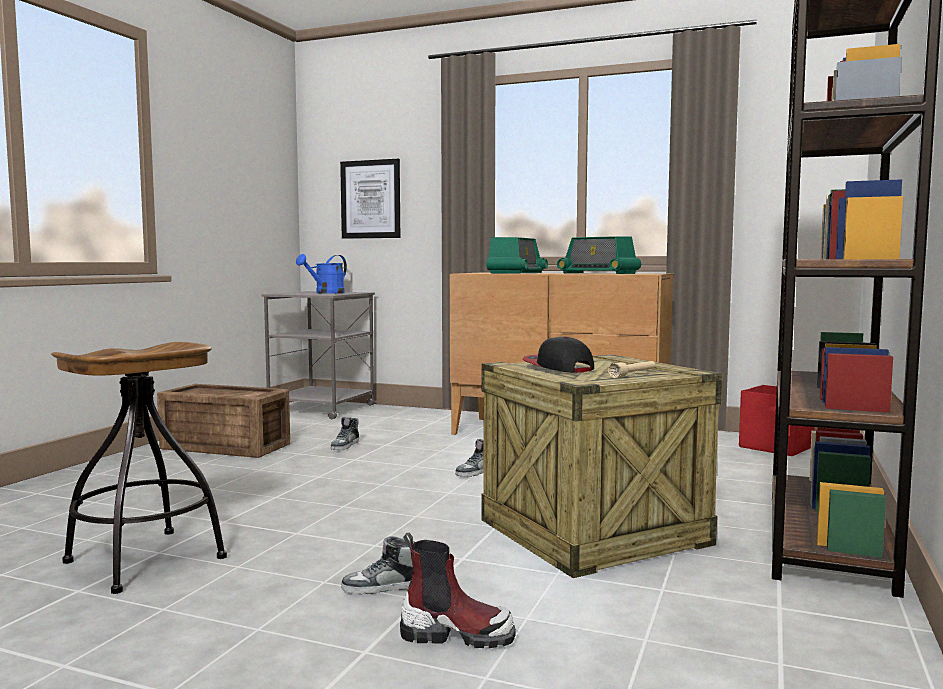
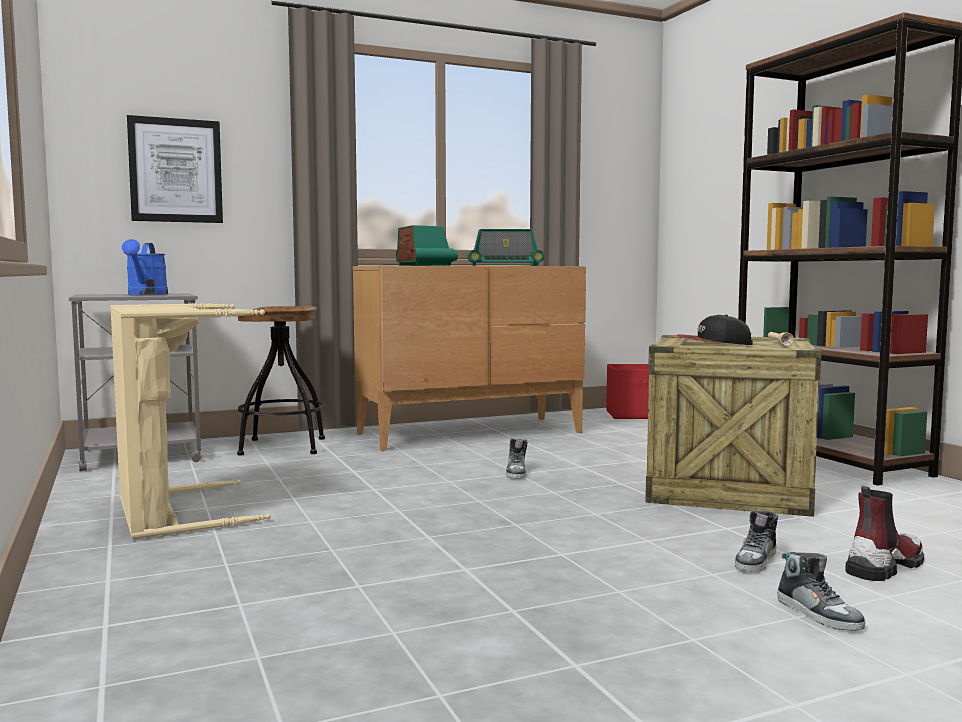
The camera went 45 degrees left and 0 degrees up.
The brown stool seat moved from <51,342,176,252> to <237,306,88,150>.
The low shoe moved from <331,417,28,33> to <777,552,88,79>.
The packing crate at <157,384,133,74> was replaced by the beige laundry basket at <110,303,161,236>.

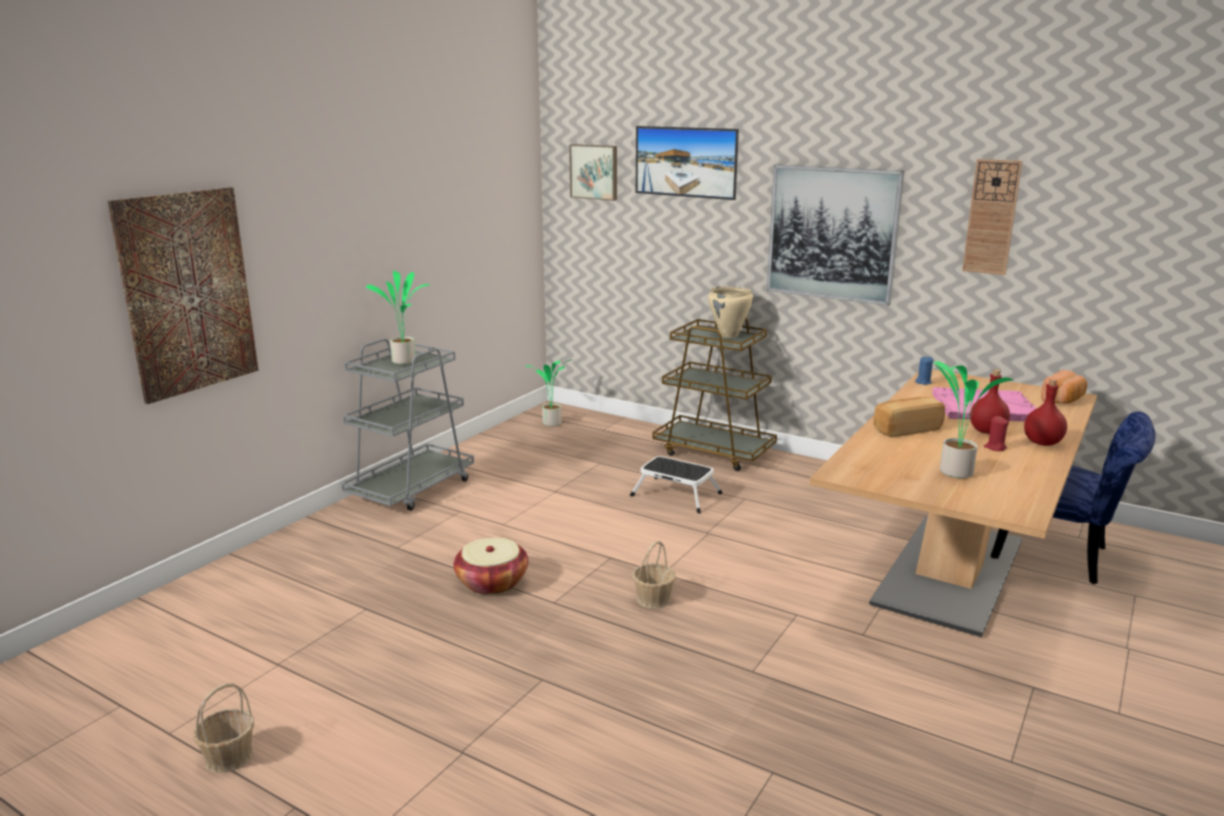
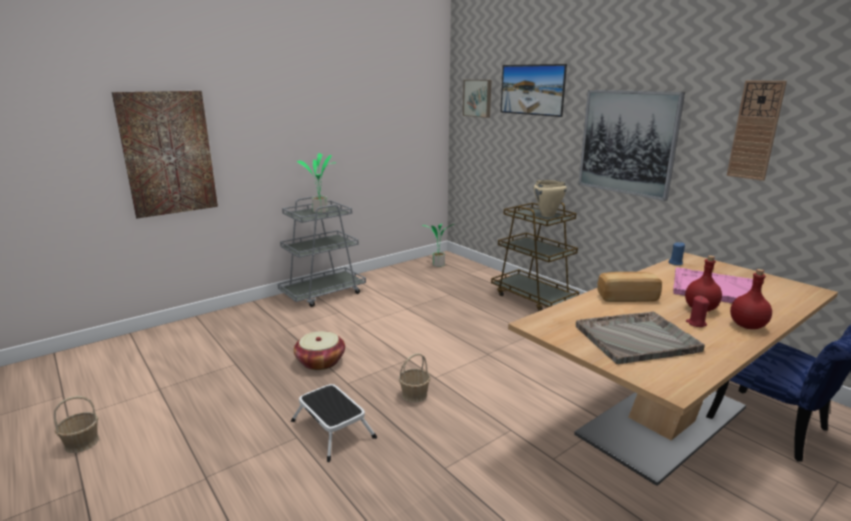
The camera went 20 degrees right and 0 degrees up.
The bread at <1041,370,46,34> disappeared.
The black-coloured stepladder moved from <630,456,93,58> to <291,384,86,78>.
The plant in a pot at <933,362,80,116> was replaced by the gray serving tray at <576,311,129,53>.

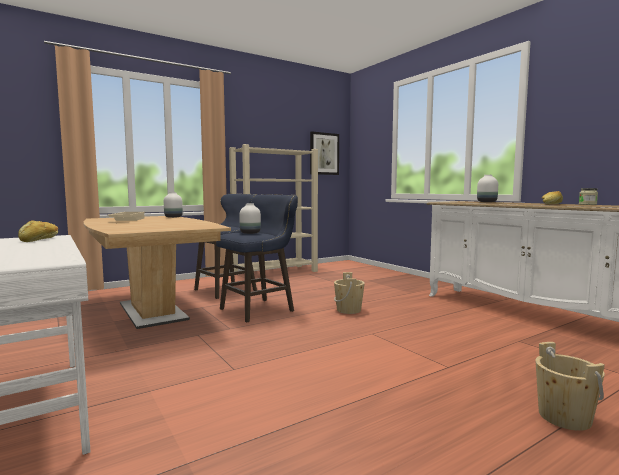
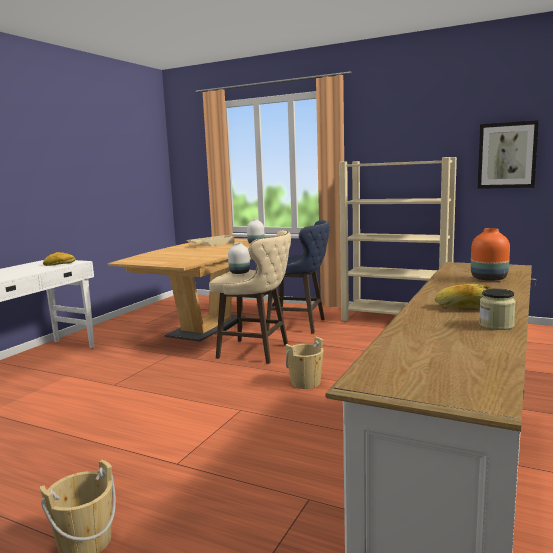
The camera went 60 degrees right and 5 degrees up.
The bluish stool seat at <216,194,82,128> became the beige stool seat at <209,230,82,134>.
The white-coloured decorative vase at <477,175,21,27> became the orange-coloured decorative vase at <471,228,39,53>.

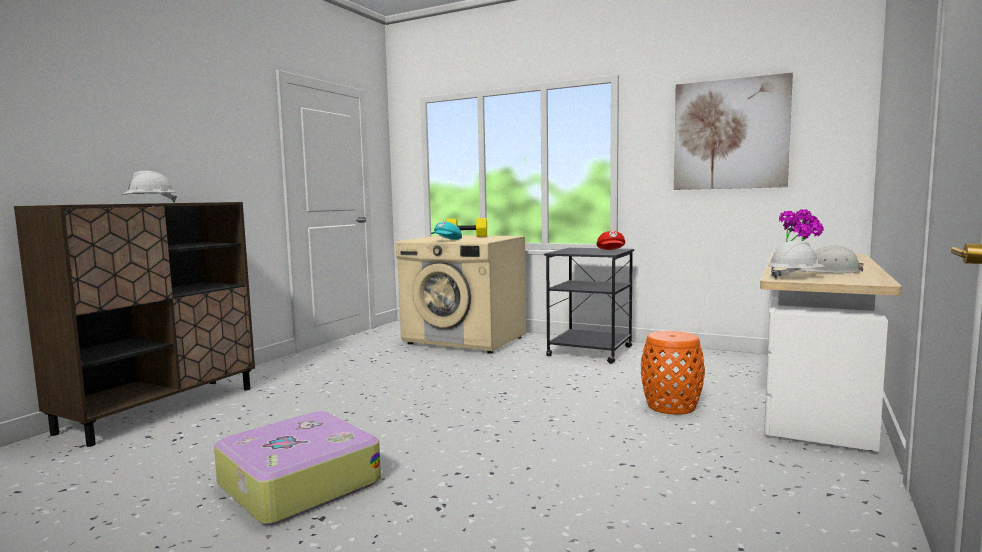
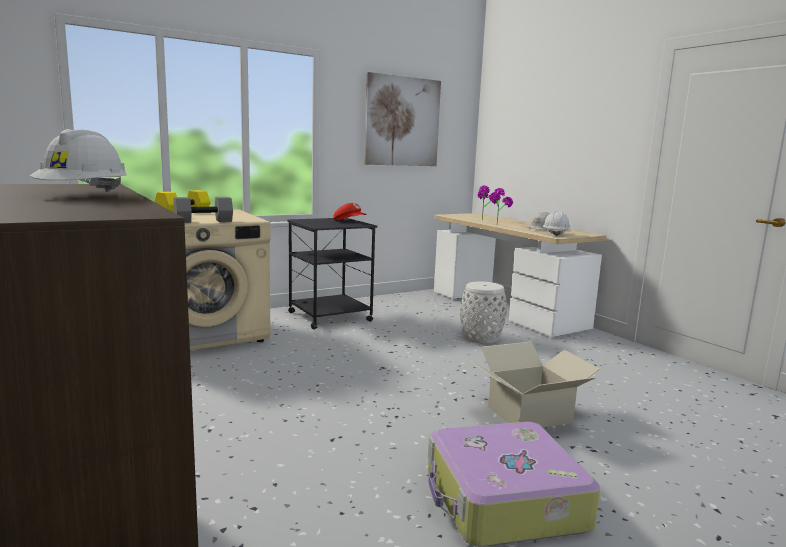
The camera went 60 degrees left and 5 degrees up.
The packing box at <470,342,130,86> appeared.
The turquoise peaked cap at <431,221,31,19> was replaced by the gray hand weight at <174,197,59,26>.
The orange-coloured stool seat at <641,331,64,84> became the white-coloured stool seat at <460,281,47,63>.

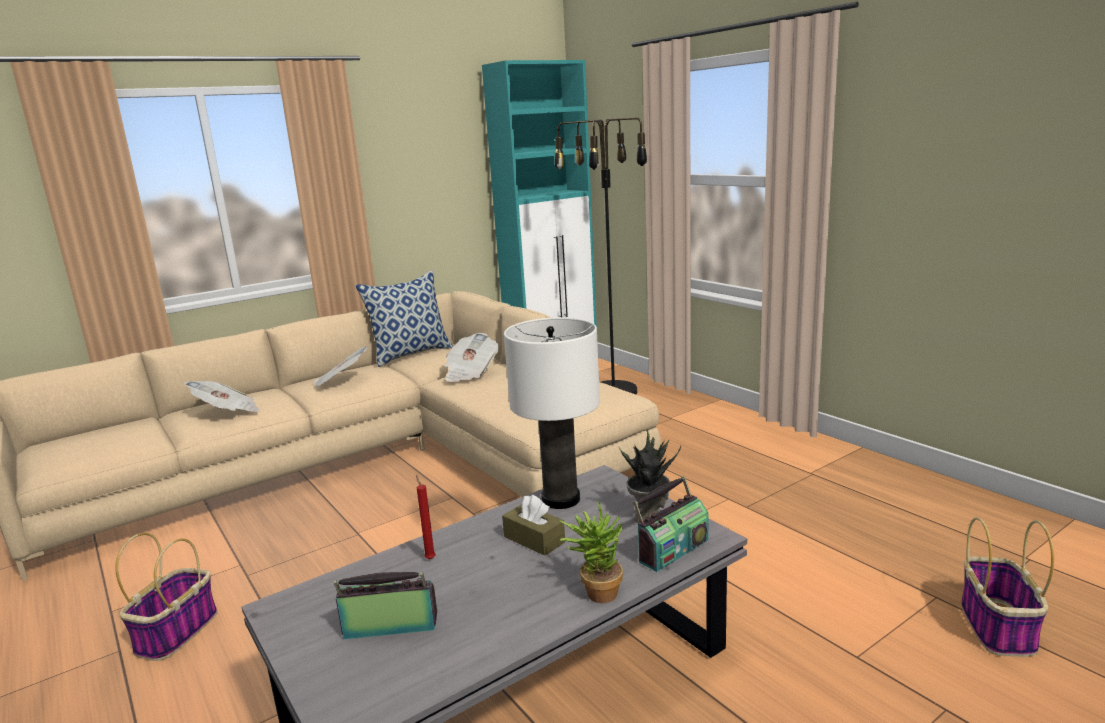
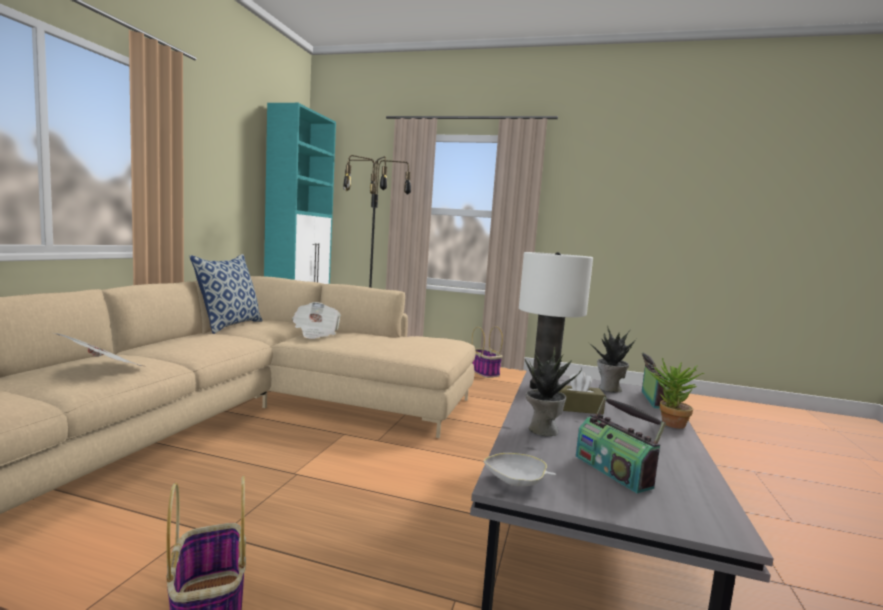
The camera went 40 degrees left and 10 degrees down.
The printed paper at <314,346,53,42> disappeared.
The white-coloured deep dish at <484,453,72,33> appeared.
The basket moved from <961,517,93,140> to <472,326,31,52>.
The red wax light at <416,475,20,85> was replaced by the plant in a pot at <525,347,57,89>.
The radio at <334,572,103,67> turned 75 degrees counterclockwise.

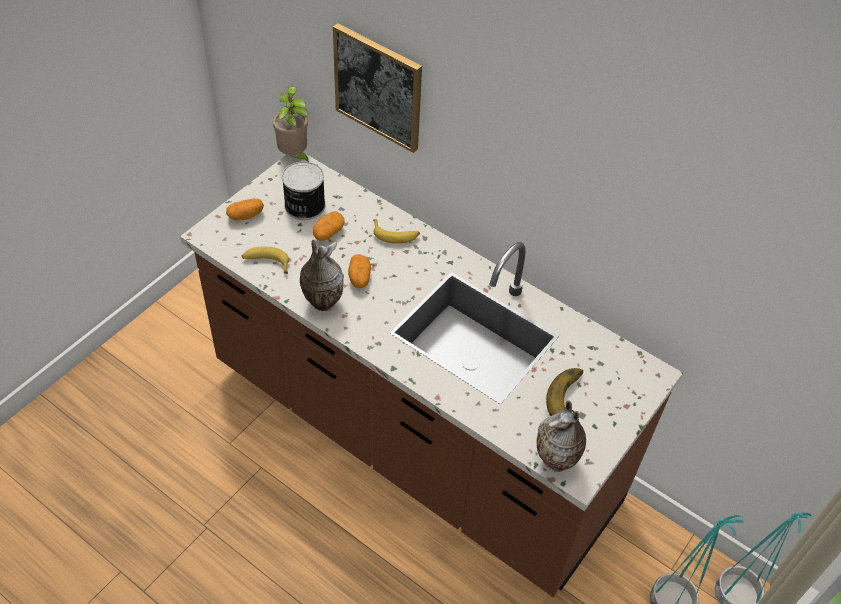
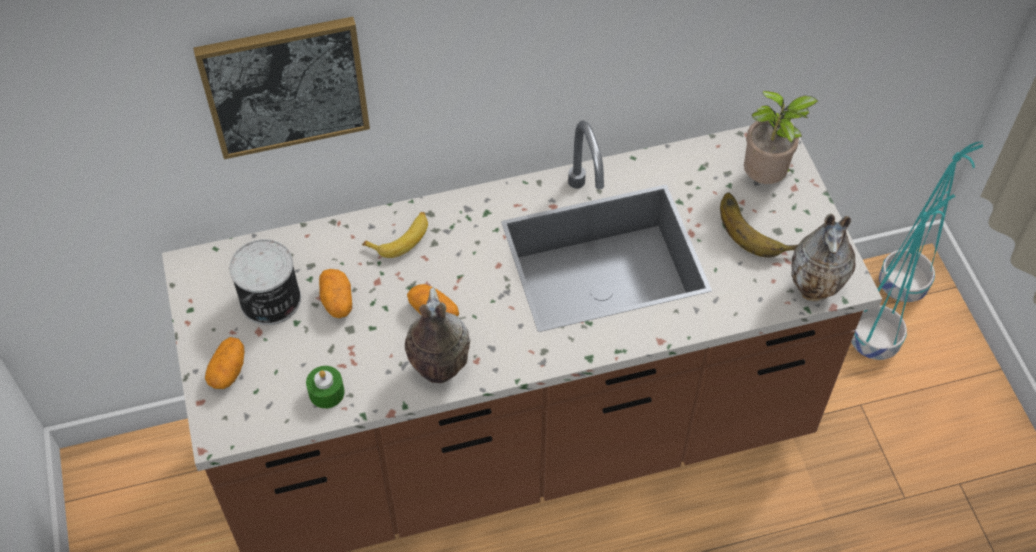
The camera went 50 degrees left and 5 degrees up.
The plant in a pot moved from <273,86,36,76> to <744,91,75,93>.
The banana at <242,247,47,27> was replaced by the green wax light at <306,366,39,43>.

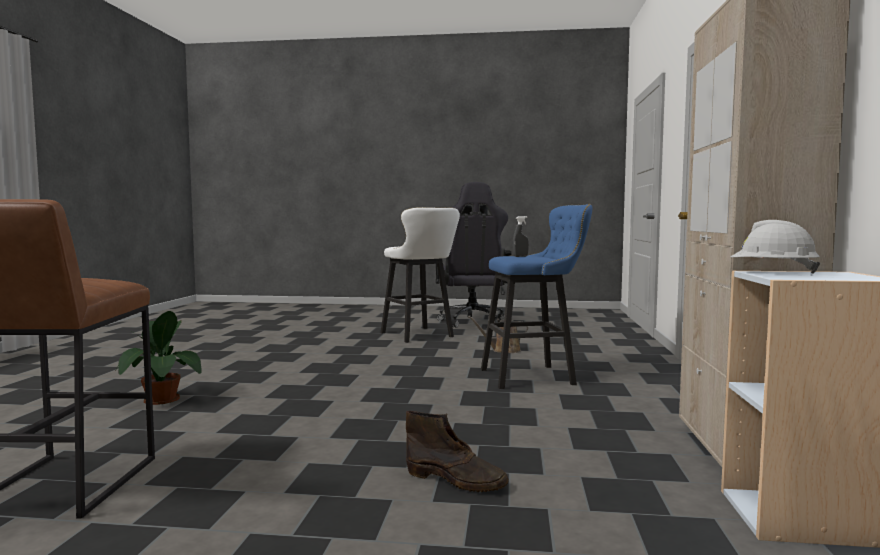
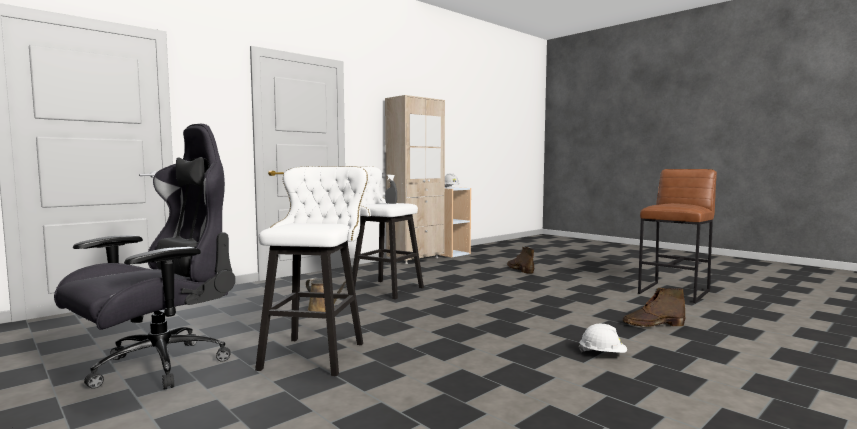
The camera went 140 degrees left and 0 degrees up.
The white-coloured safety helmet at <579,324,48,29> appeared.
The plant in a pot at <116,311,86,94> was replaced by the brown boot at <623,288,62,39>.
The bluish stool seat at <481,204,111,185> became the white-coloured stool seat at <344,166,80,133>.

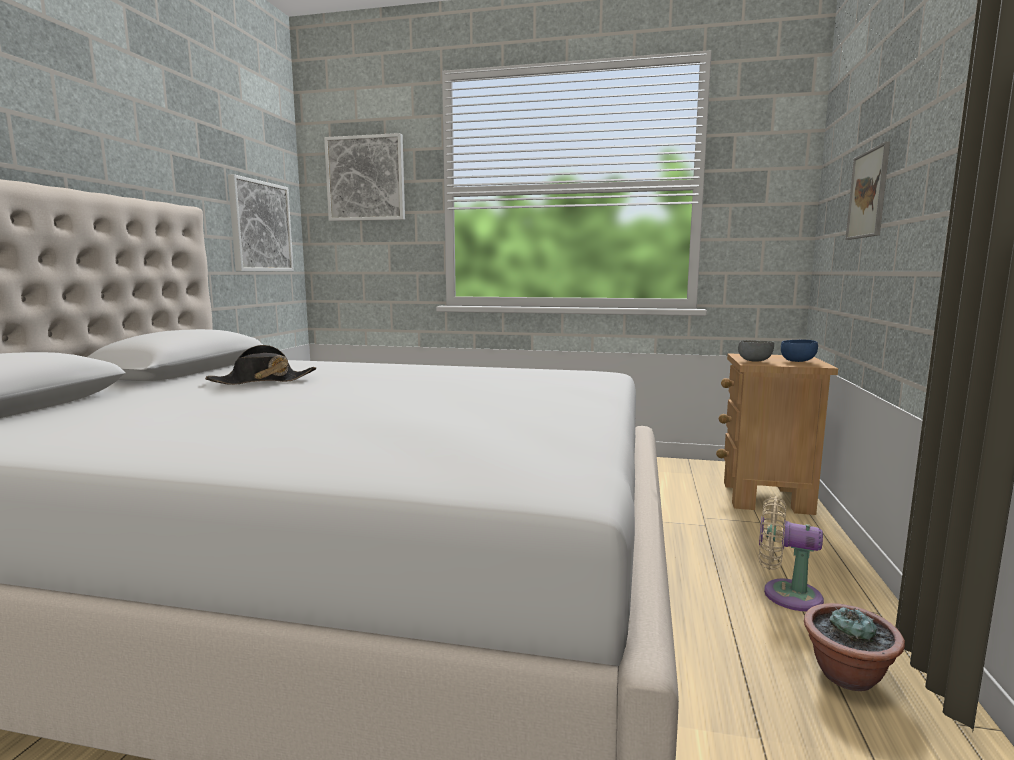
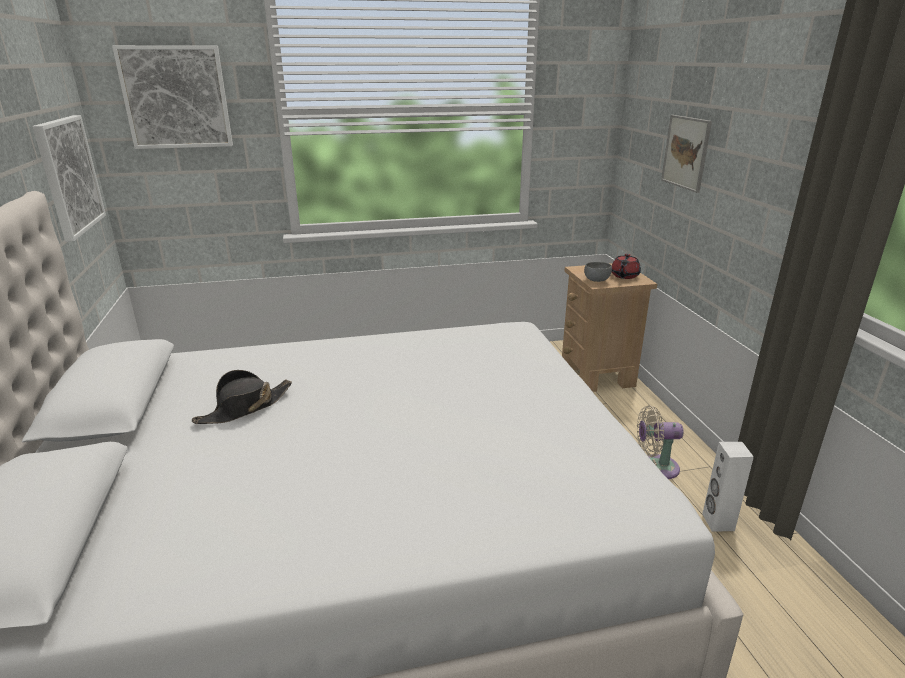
The camera went 25 degrees left and 15 degrees up.
The bluish deep dish at <781,340,37,22> was replaced by the red pot for tea at <612,254,29,25>.
The plant in a pot at <804,603,101,88> was replaced by the white-coloured audio speaker at <702,442,52,89>.

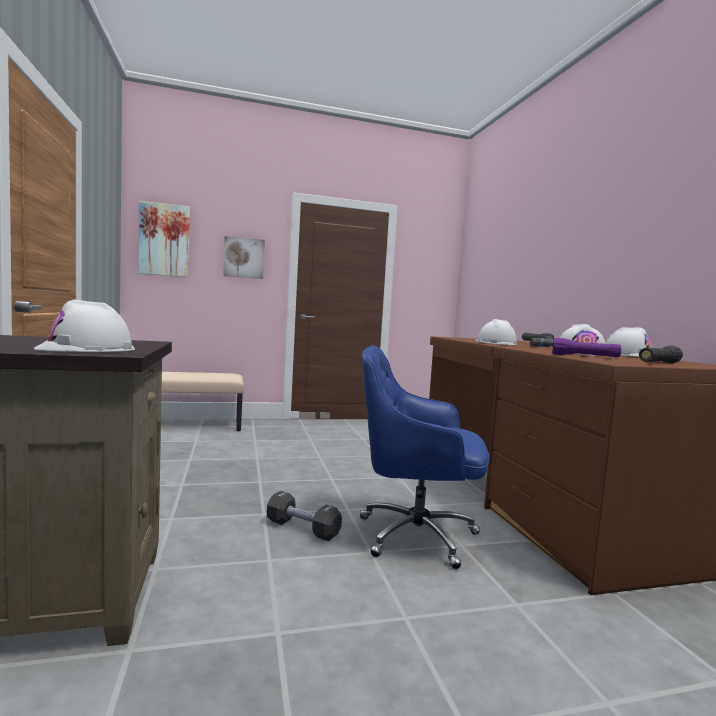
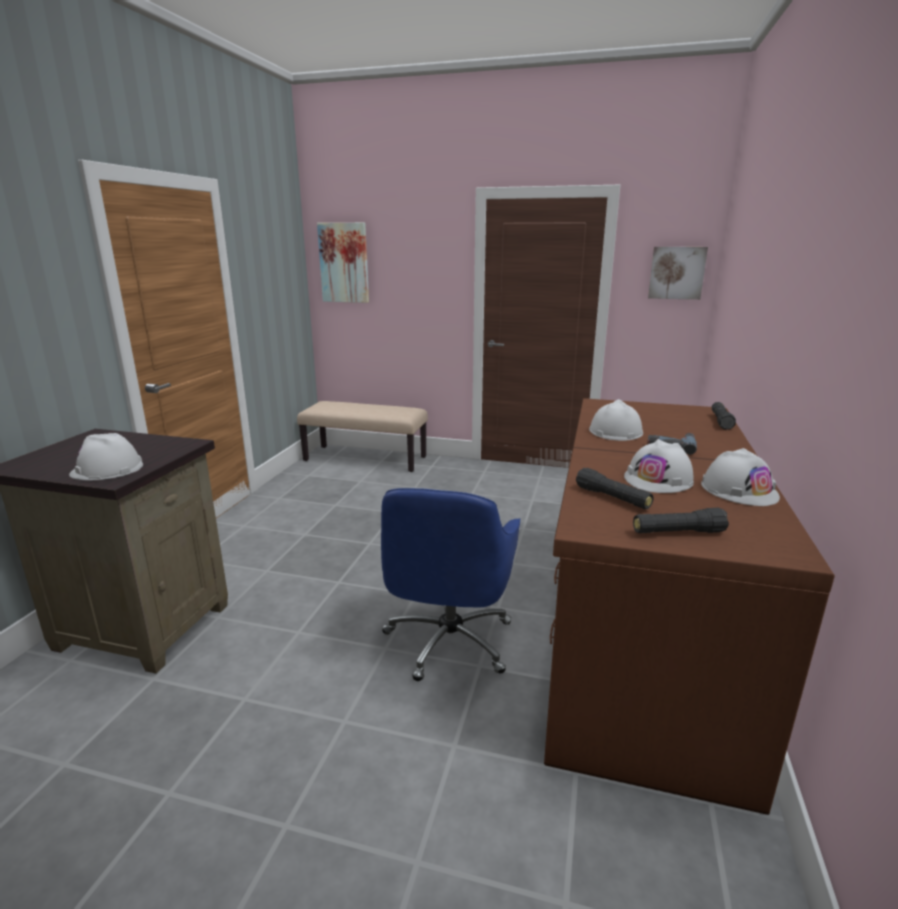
The camera went 30 degrees right and 15 degrees up.
The black-coloured hand weight at <267,491,75,50> disappeared.
The wall art moved from <223,236,42,43> to <648,247,60,53>.
The purplish torch at <552,338,69,19> became the black-coloured torch at <576,468,77,41>.
The bluish computer chair at <360,345,129,224> turned 120 degrees counterclockwise.

